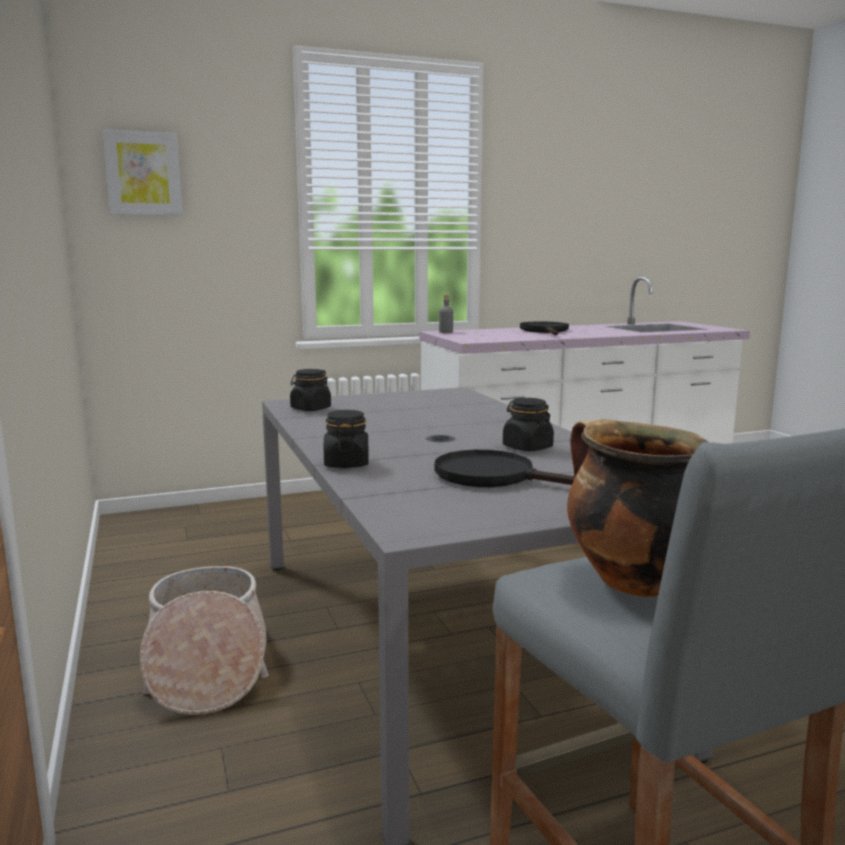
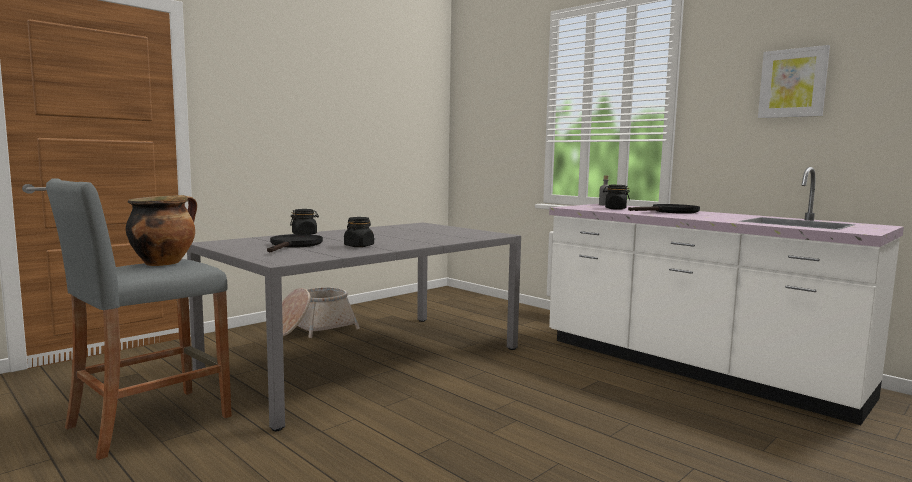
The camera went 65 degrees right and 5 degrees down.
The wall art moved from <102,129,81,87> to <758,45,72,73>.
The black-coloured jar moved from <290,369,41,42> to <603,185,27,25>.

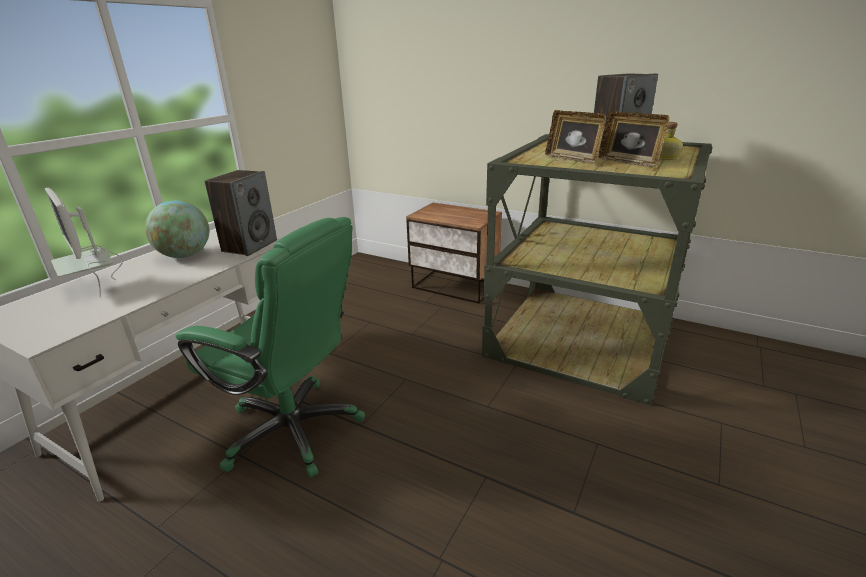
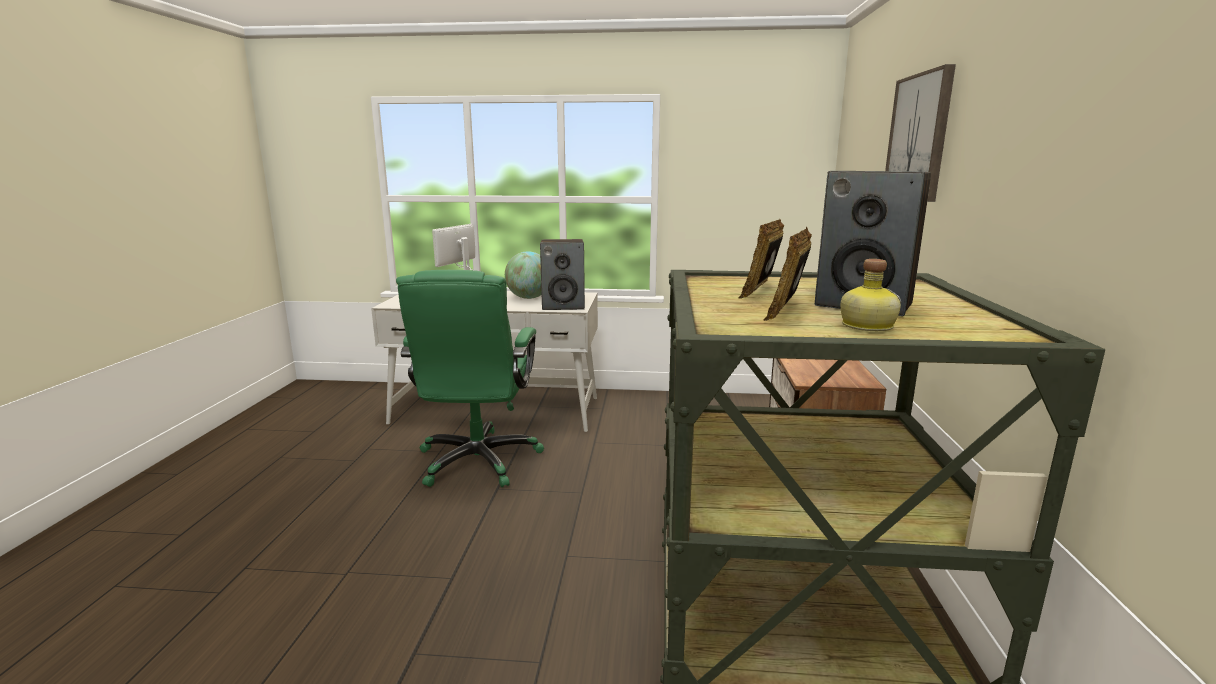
The camera went 65 degrees right and 10 degrees down.
The wall art at <885,64,71,138> appeared.

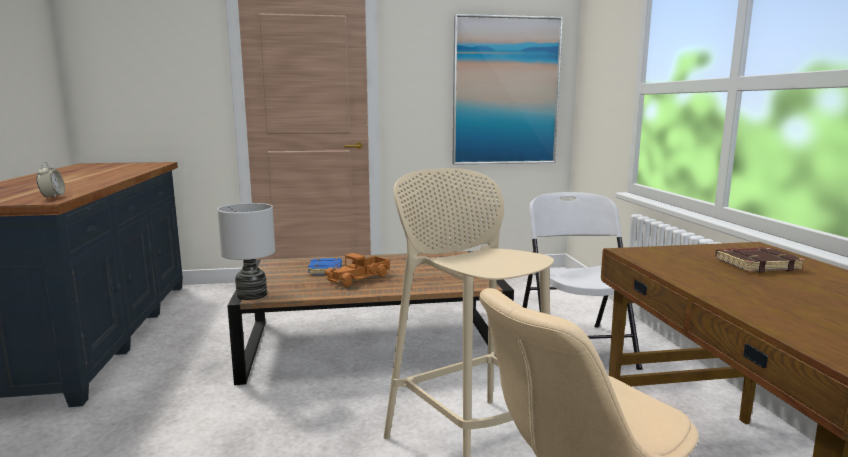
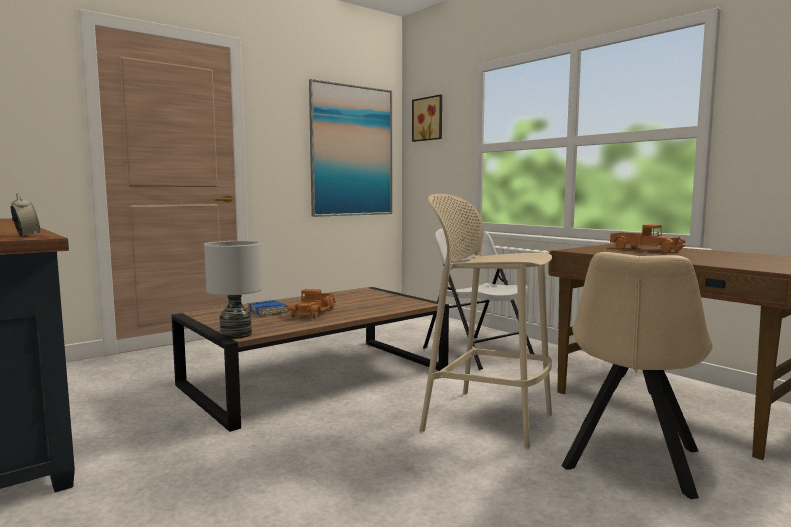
The camera went 30 degrees left and 5 degrees down.
The wall art at <412,94,30,48> appeared.
The brown book at <715,247,90,26> was replaced by the toy truck at <610,224,76,29>.

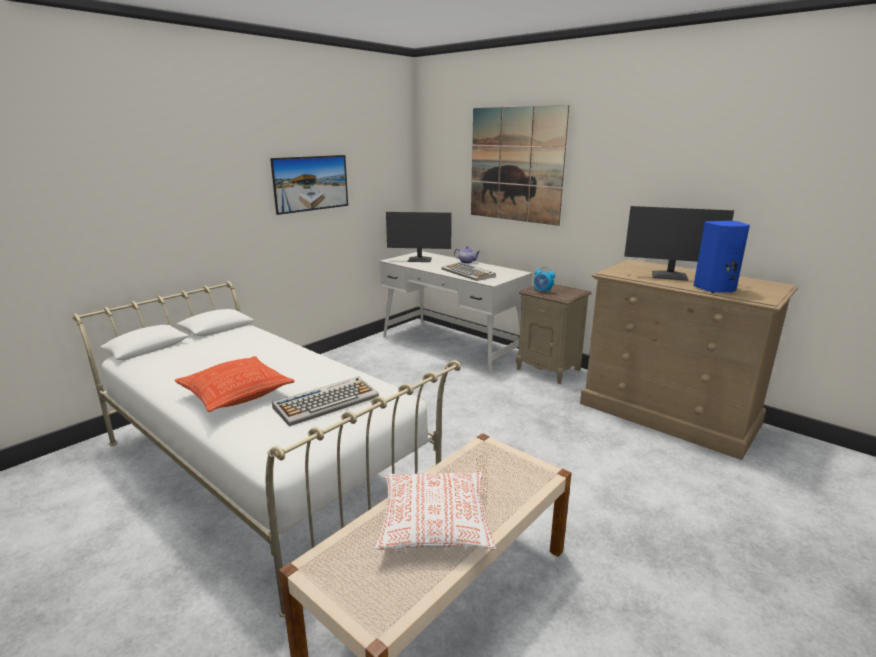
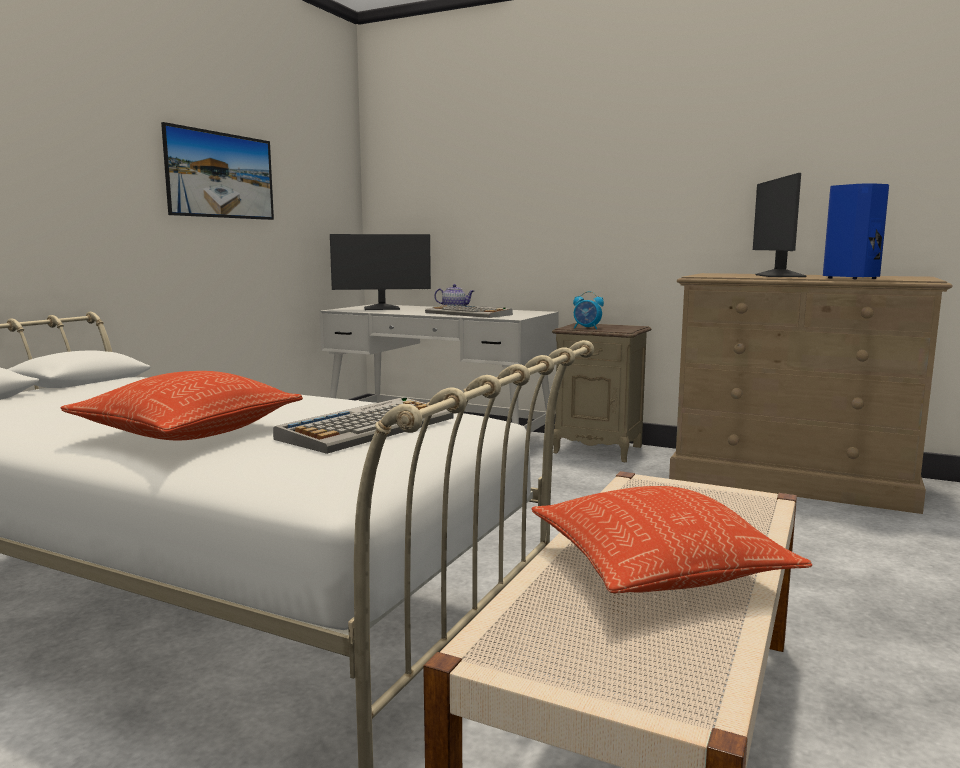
The camera went 15 degrees left and 10 degrees down.
The wall art at <471,105,98,121> disappeared.
The white-coloured pillow at <374,472,122,78> became the orange-coloured pillow at <532,486,280,107>.
The monitor at <624,206,110,75> turned 90 degrees clockwise.

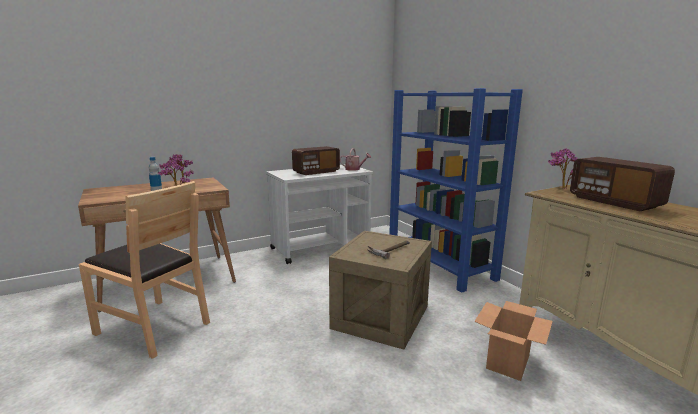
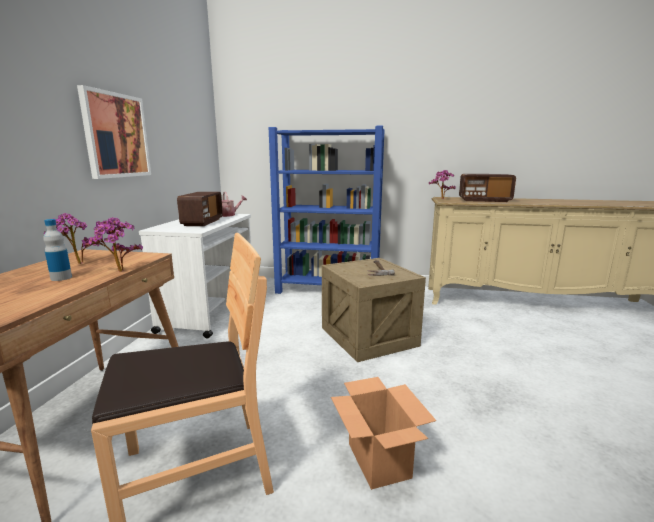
The camera went 50 degrees left and 0 degrees up.
The wall art at <77,85,74,94> appeared.
The packing box moved from <474,301,79,80> to <331,377,105,113>.

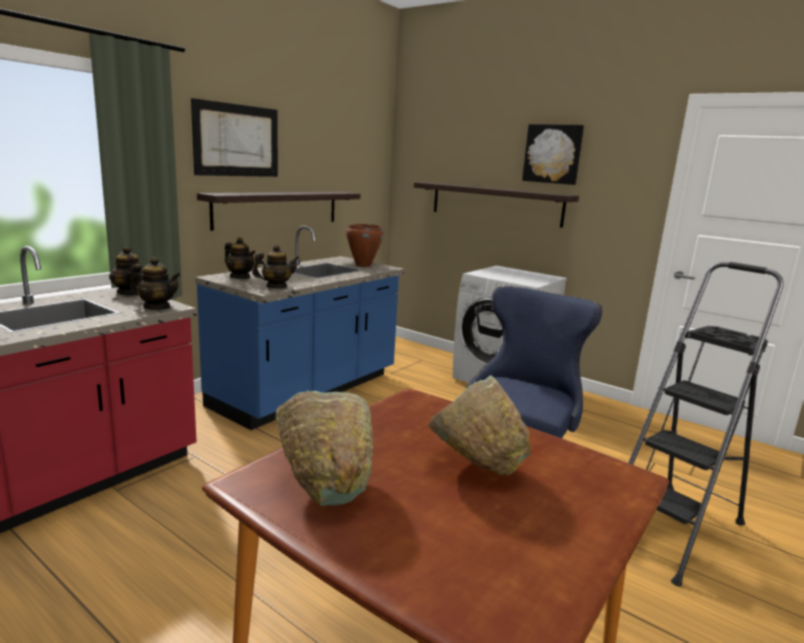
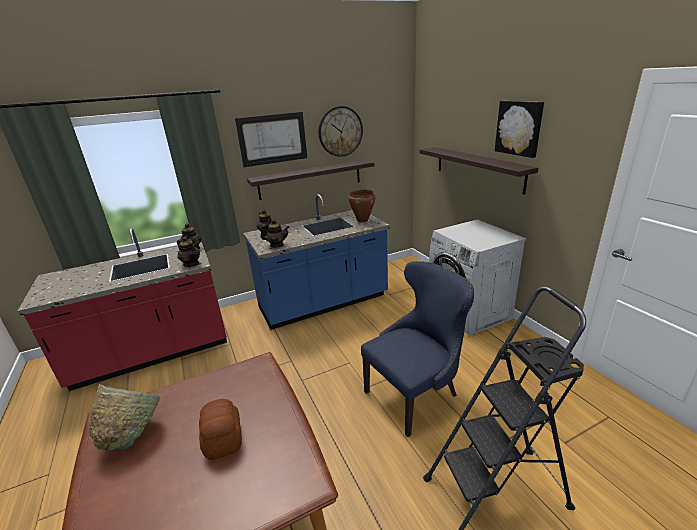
The camera went 30 degrees right and 10 degrees up.
The hanging clock at <318,106,45,51> appeared.
The green deep dish at <428,375,103,101> was replaced by the bread at <199,399,43,61>.

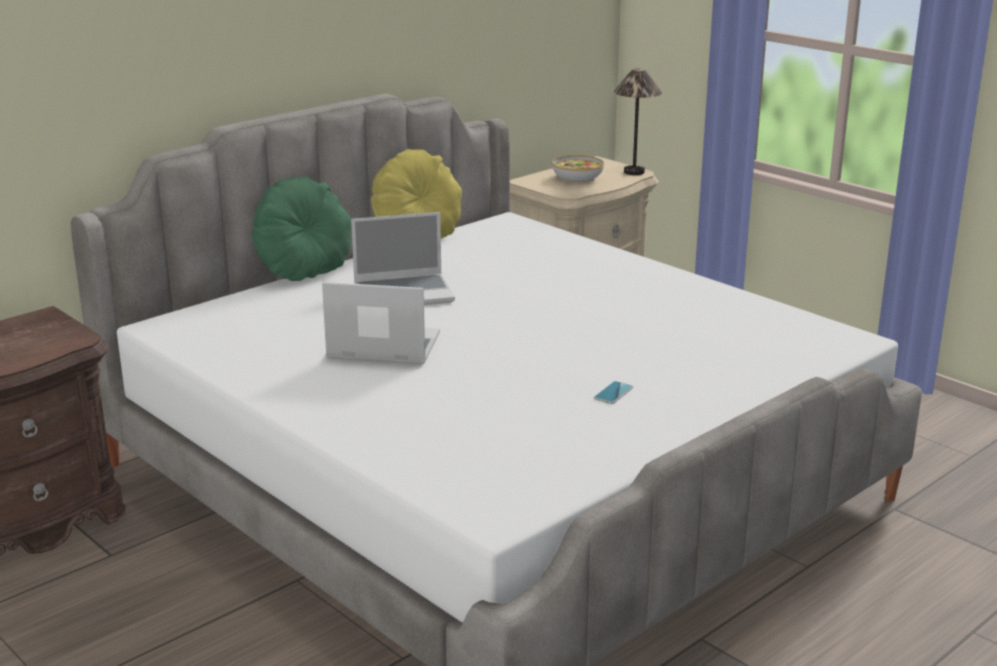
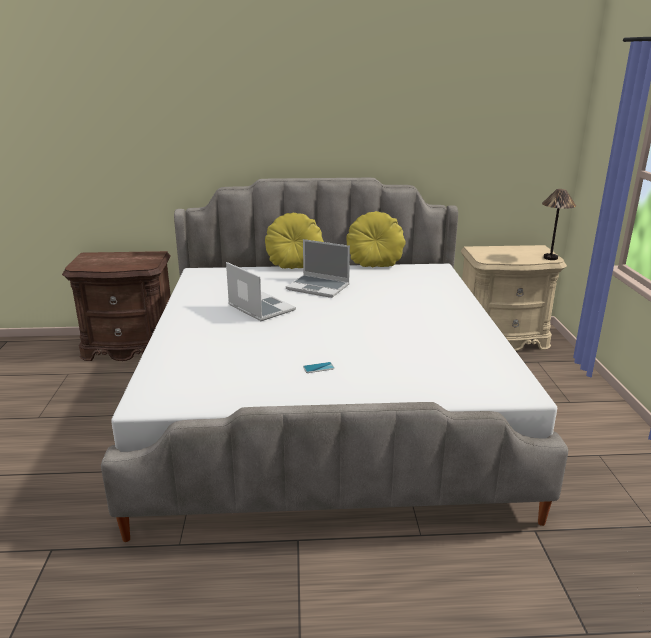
The camera went 40 degrees right and 0 degrees up.
The deep dish at <552,155,52,28> disappeared.
The green pillow at <251,177,100,104> became the yellowish pillow at <265,213,59,56>.

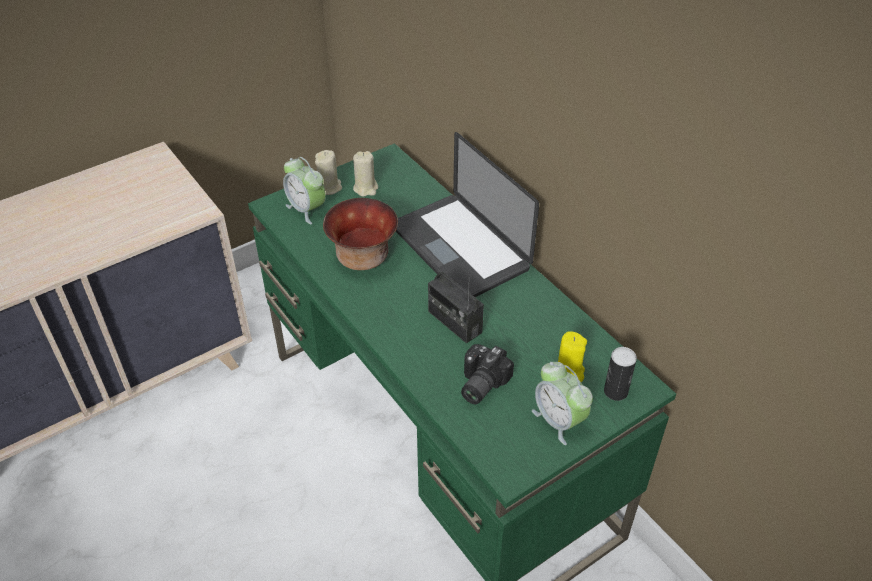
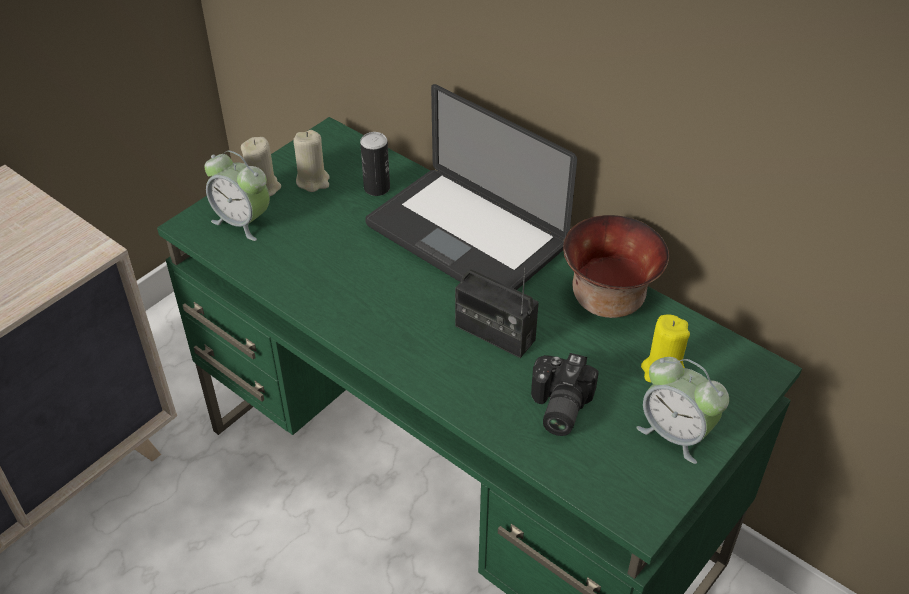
The camera went 15 degrees left and 0 degrees up.
The deep dish moved from <323,198,75,72> to <563,215,106,103>.
The can moved from <604,347,33,54> to <360,132,30,64>.

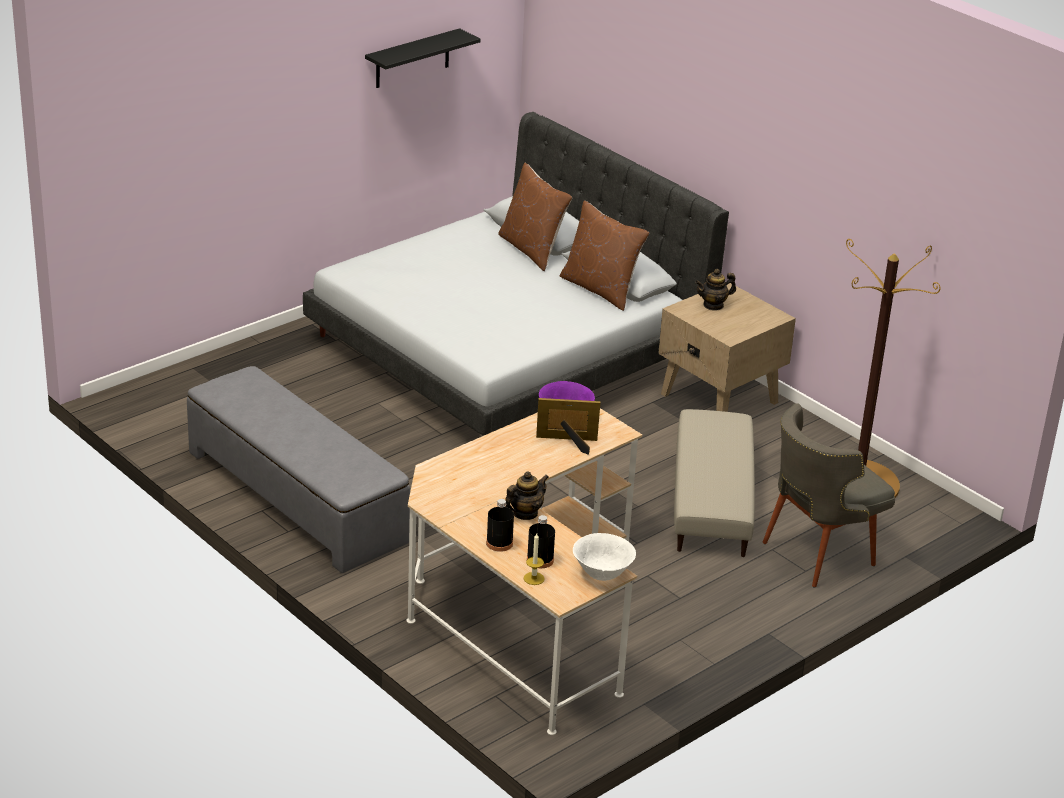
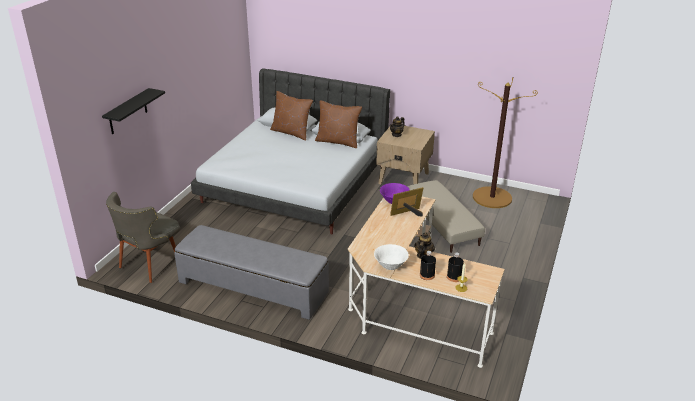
The camera went 25 degrees left and 0 degrees up.
The black-coloured shelf moved from <365,28,116,60> to <102,88,63,46>.
The white-coloured deep dish moved from <573,533,63,48> to <374,244,35,26>.
The gray plain chair moved from <763,403,132,185> to <106,192,74,91>.

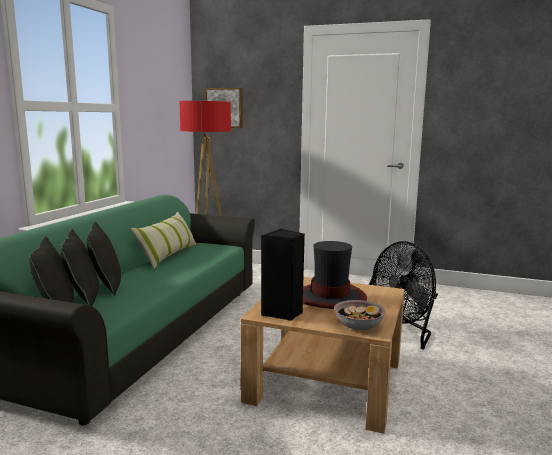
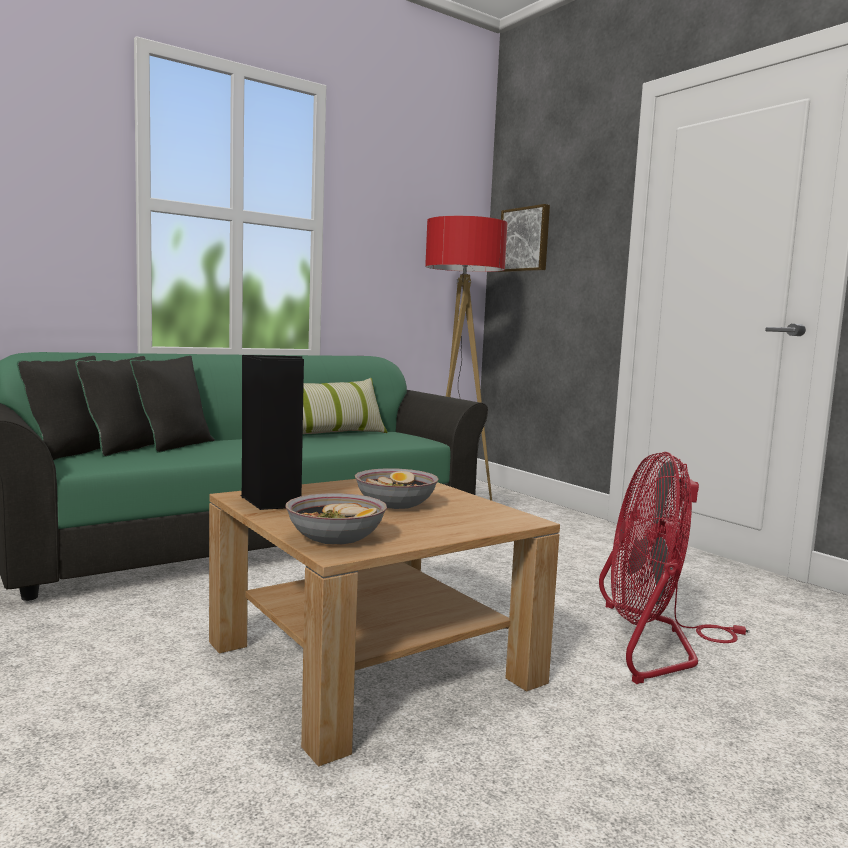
The camera went 35 degrees right and 5 degrees down.
The hat at <303,241,64,68> was replaced by the deep dish at <355,468,84,41>.
The black-coloured cooling fan at <369,241,69,109> became the red cooling fan at <599,452,151,232>.

